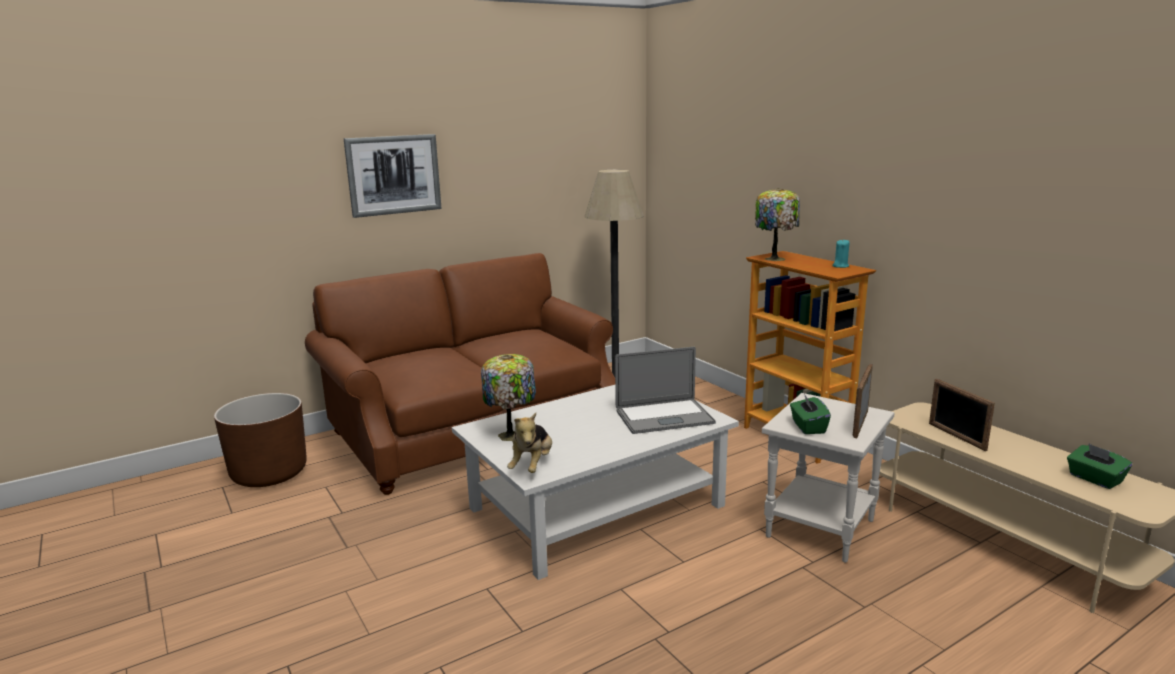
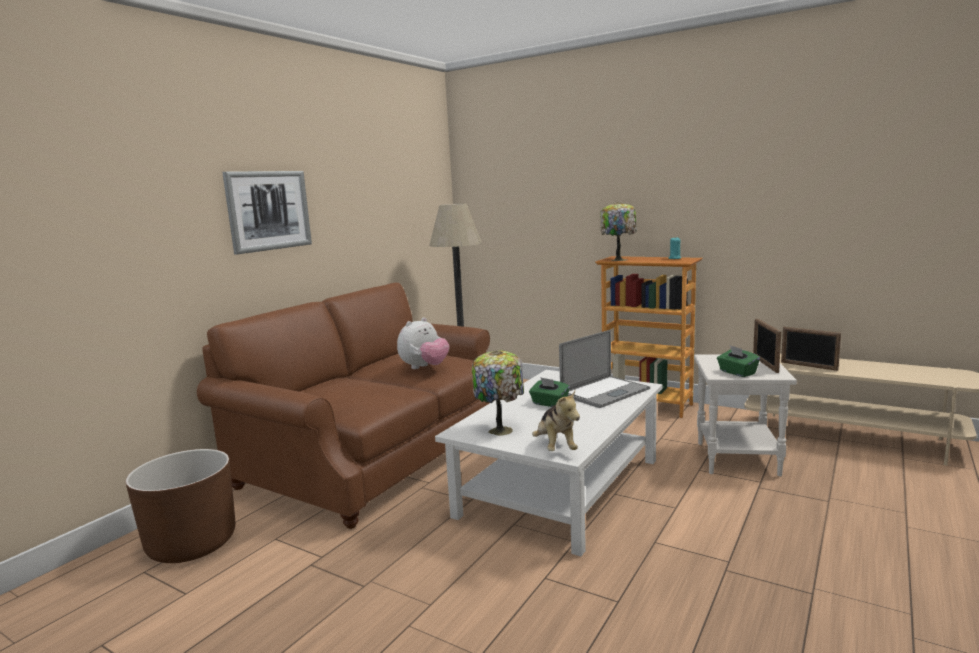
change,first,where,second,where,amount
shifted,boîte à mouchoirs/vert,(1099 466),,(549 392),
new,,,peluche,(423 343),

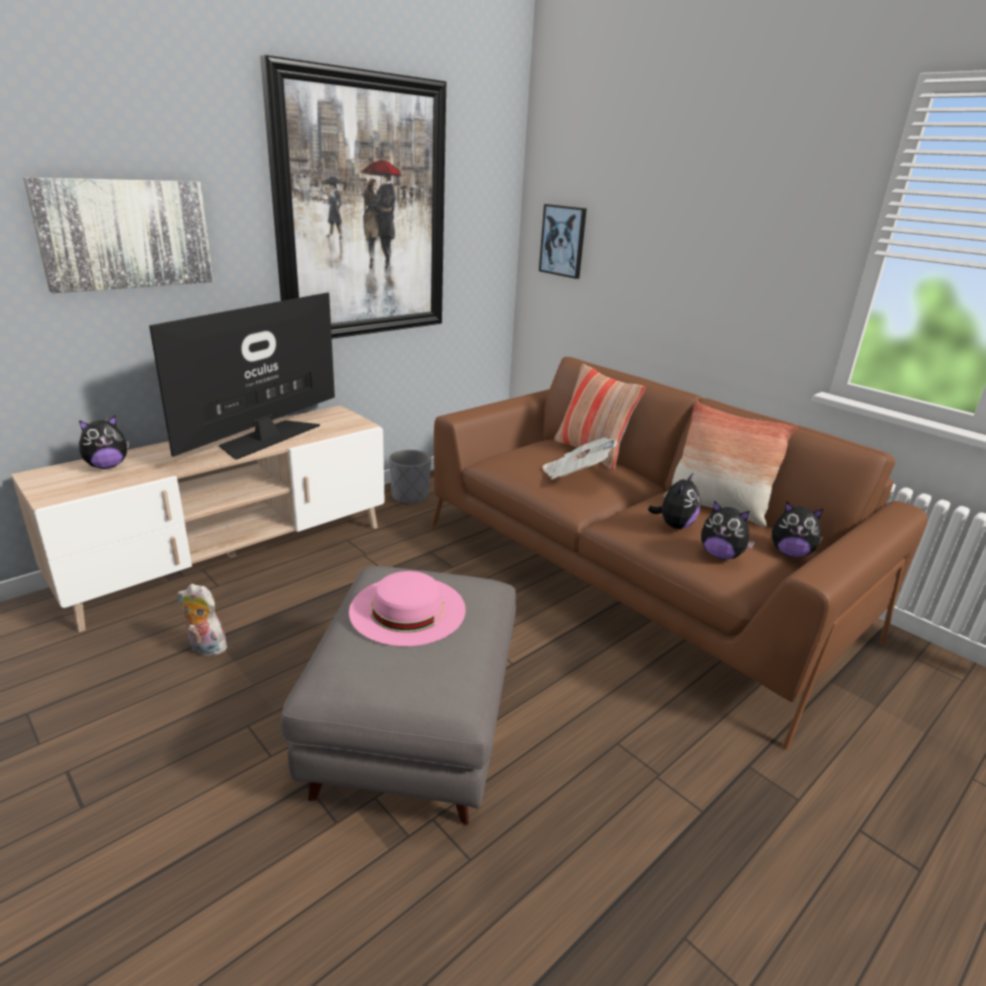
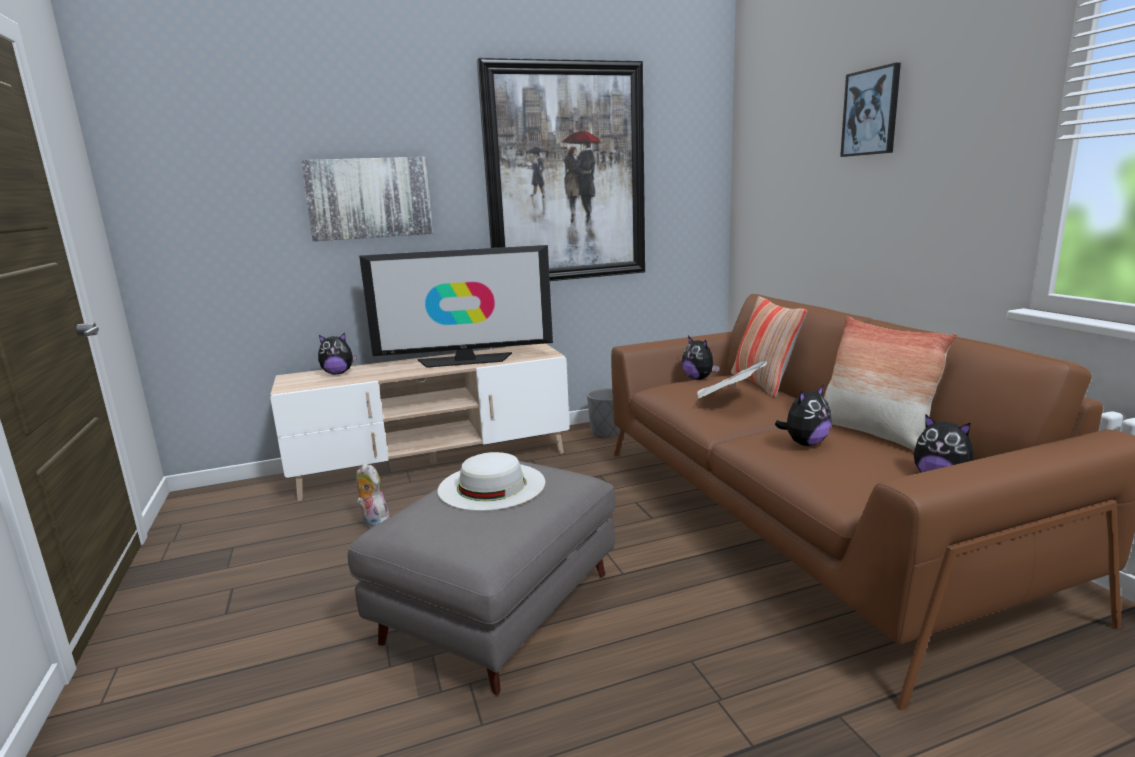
change,first,where,second,where,amount
rotated,téléviseur,(242 376),,(456 306),150 degrees counterclockwise
repainted,chapeau/rose,(407 608),chapeau/blanc,(491 481),
shifted,tableau,(563 241),,(870 110),
shifted,peluche,(728 530),,(700 358),

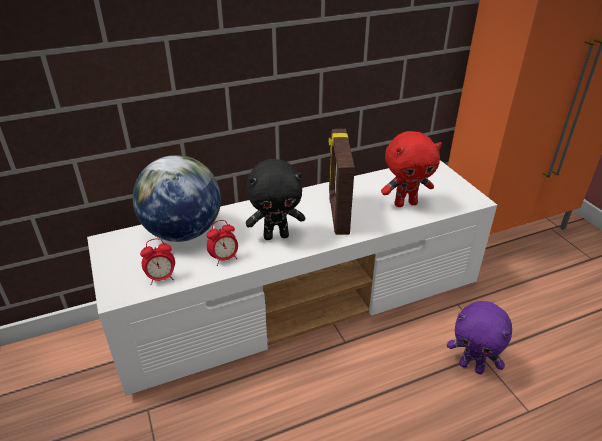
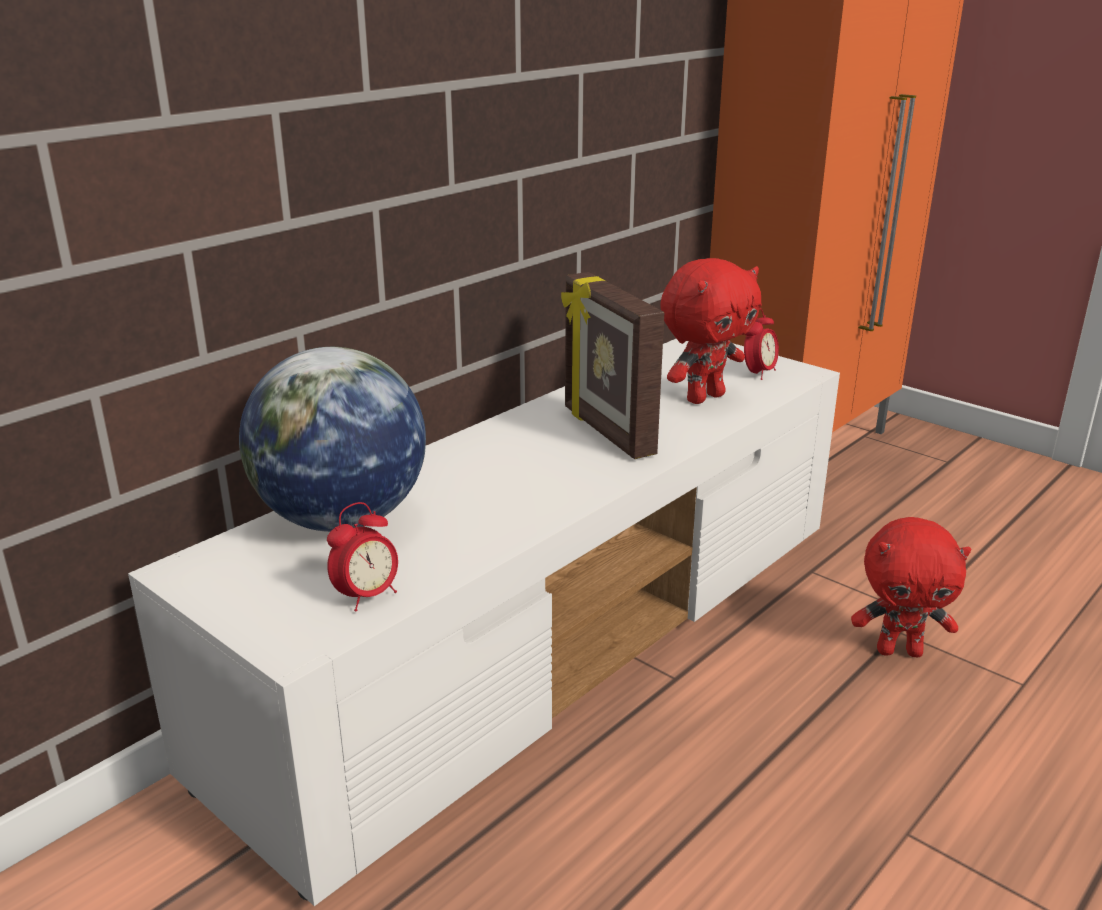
change,first,where,second,where,amount
shifted,réveil,(222 243),,(761 344),
gone,peluche/noir,(275 199),,,
repainted,peluche/violet,(479 337),peluche/rouge,(911 587),

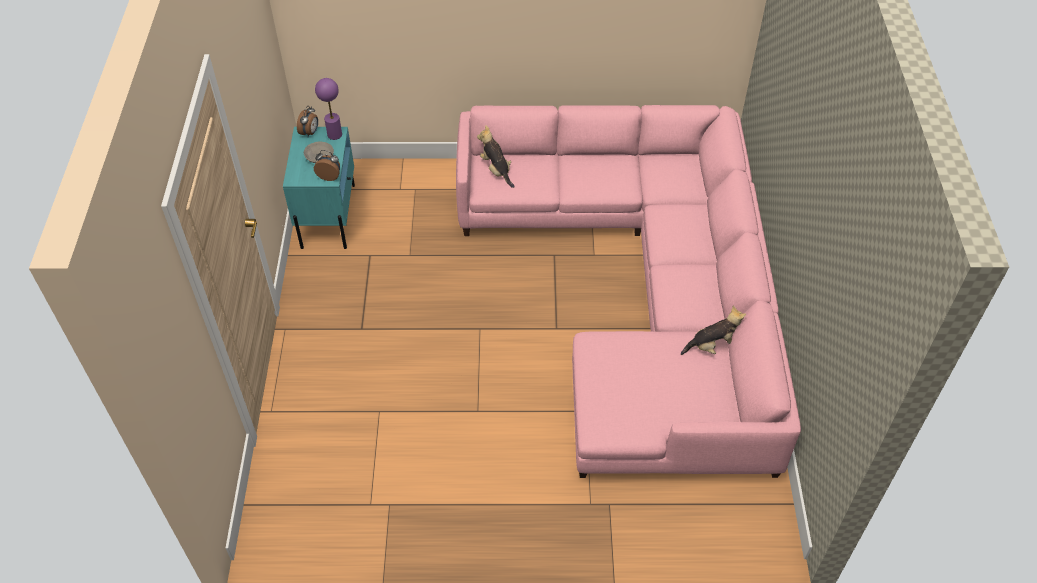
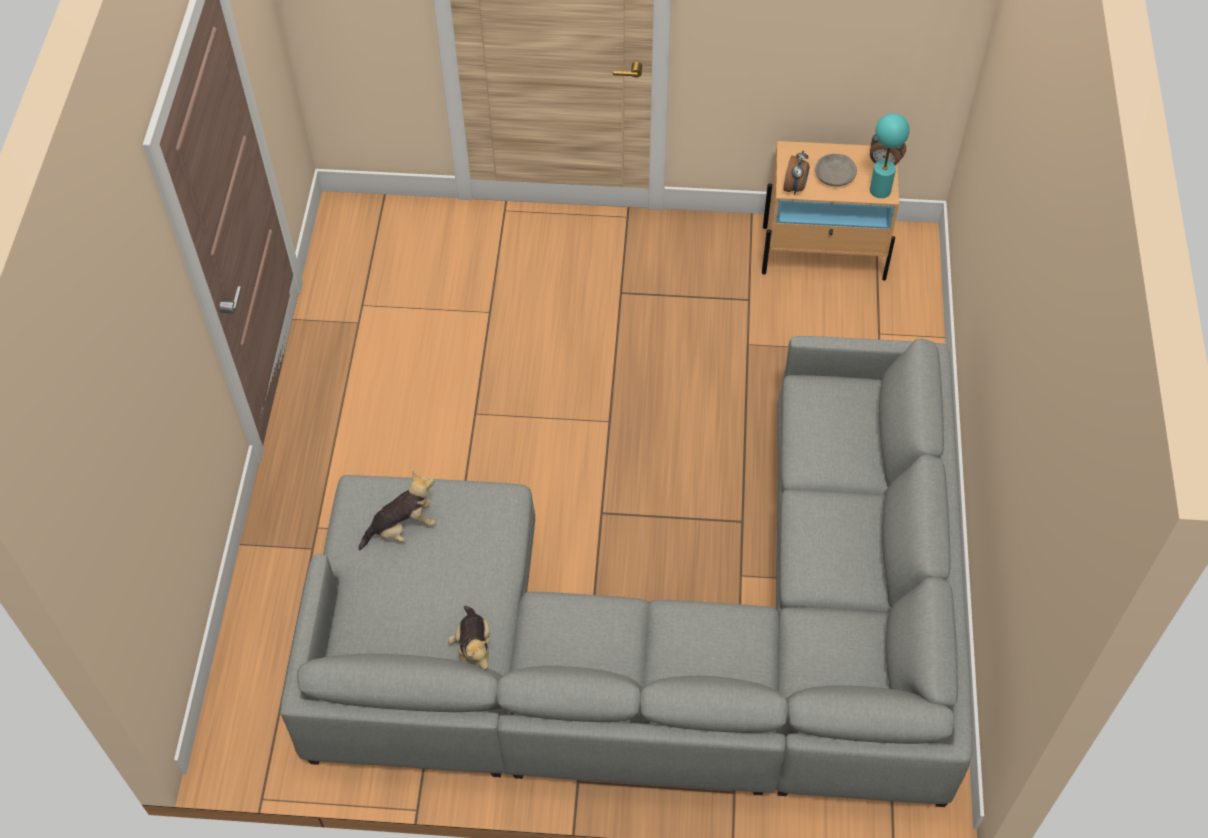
change,first,where,second,where,amount
repainted,table de chevet/turquoise,(319 188),table de chevet/beige,(830 211),
repainted,lampe de table/violet,(328 109),lampe de table/turquoise,(890 155),
repainted,canapé/rose,(628 291),canapé/gris,(626 571),
shifted,peluche,(496 156),,(397 510),

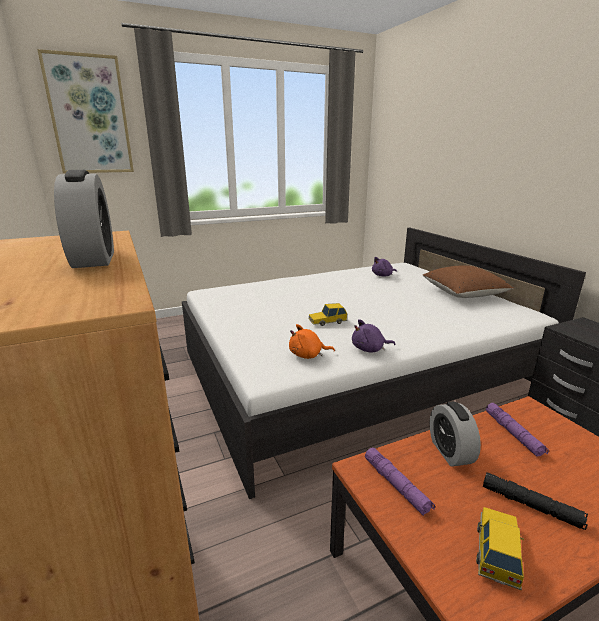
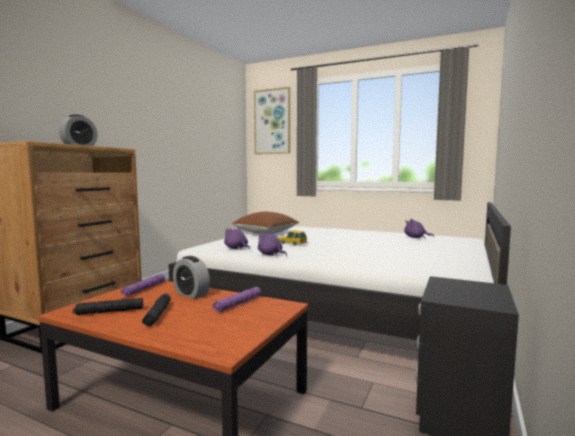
change,first,where,second,where,amount
repainted,peluche/orange,(312 341),peluche/violet,(237 238),
shifted,coussin/marron,(468 281),,(265 223),
rotated,réveil,(455 434),,(191 277),90 degrees counterclockwise
swapped,petite voiture,(500 549),lampe de poche/noir,(108 306),

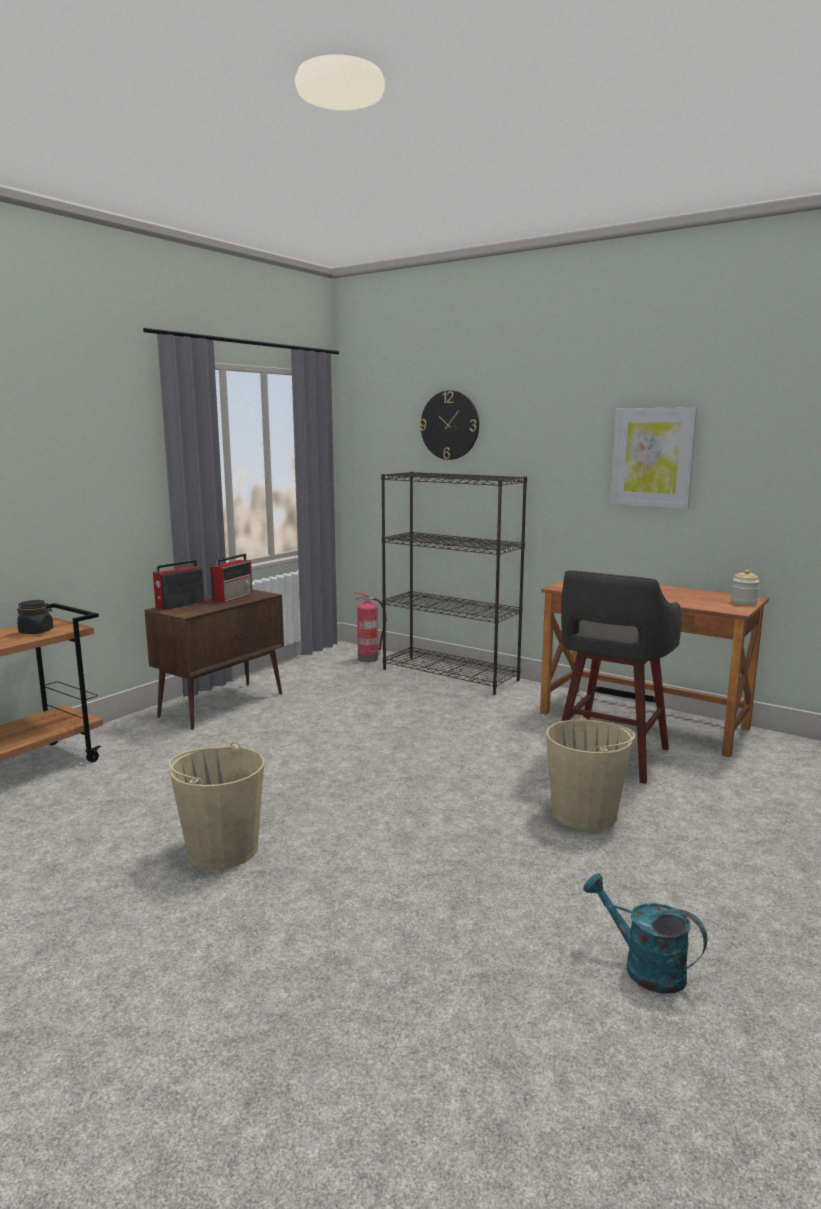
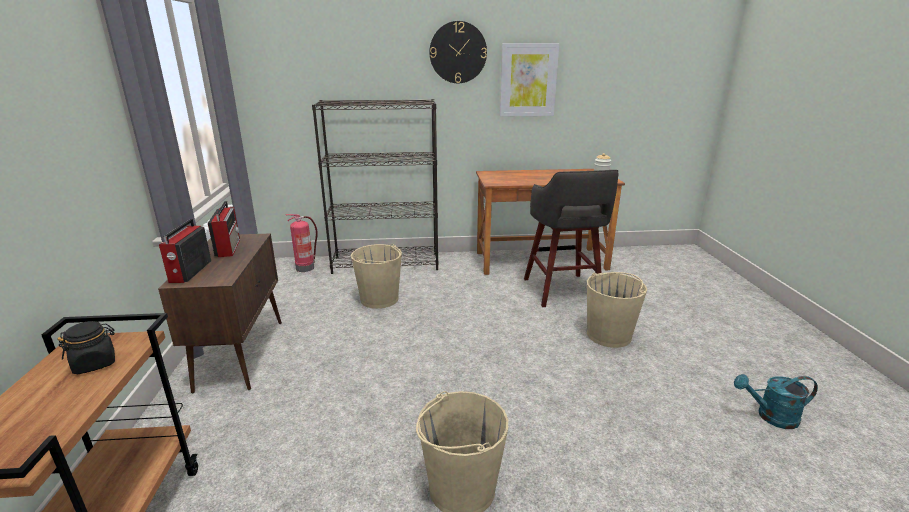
change,first,where,second,where,amount
shifted,horloge murale,(449 425),,(458 52),
new,,,seau/beige,(376 276),

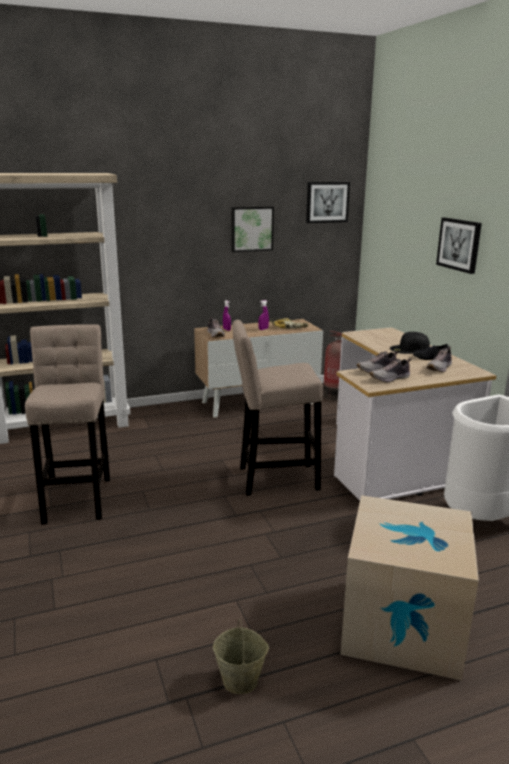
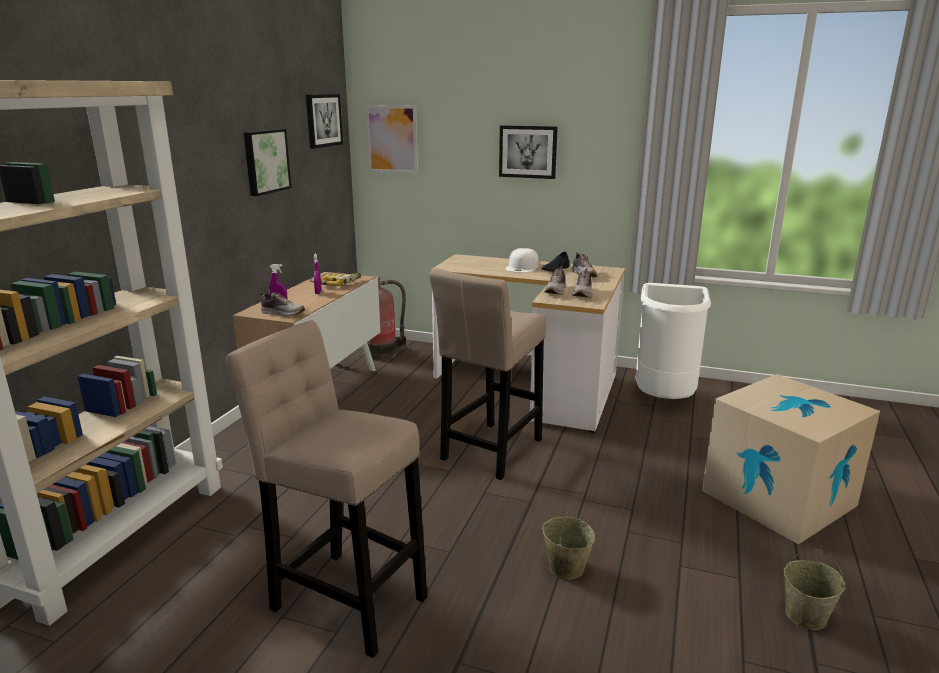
change,first,where,second,where,amount
repainted,casquette/noir,(410 343),casquette/blanc,(522 260),
new,,,tableau,(392 139),
new,,,seau/beige,(568 542),

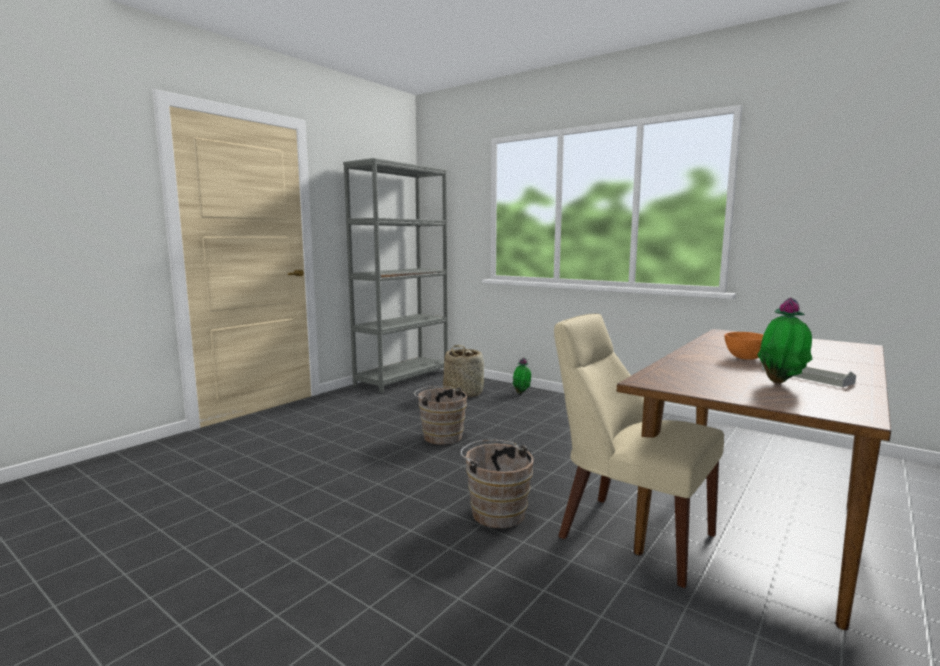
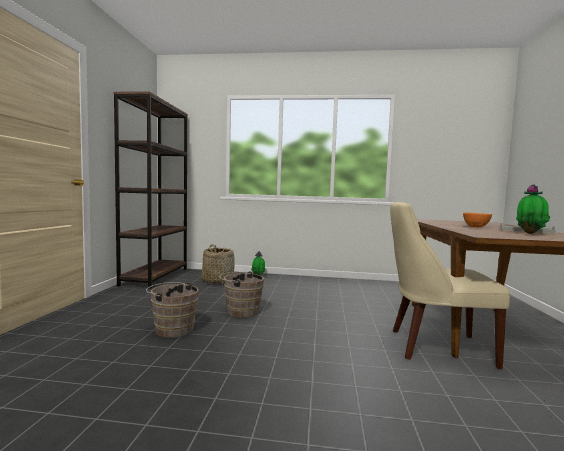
change,first,where,second,where,amount
repainted,bibliothèque/gris,(395 275),bibliothèque/marron,(150 189),
shifted,seau/marron,(497 484),,(172 310),

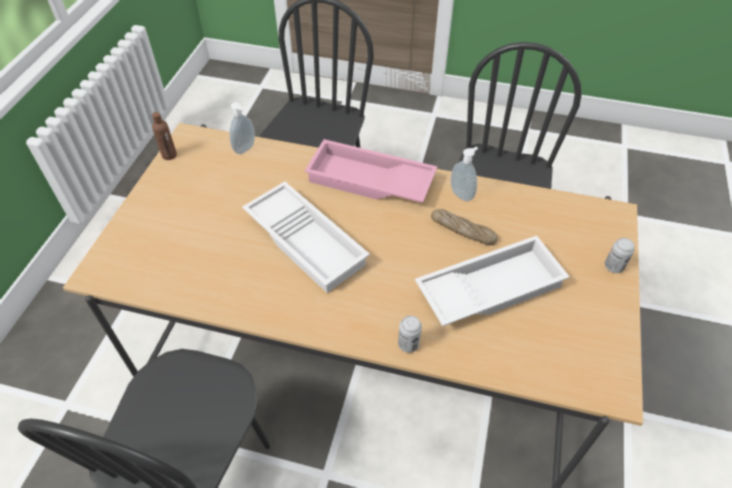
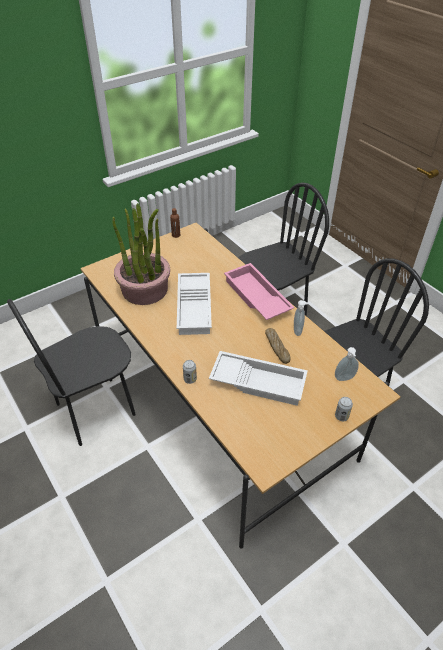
change,first,where,second,where,amount
shifted,distributeur de savon,(242 128),,(347 364),
new,,,plante en pot,(141 254),

